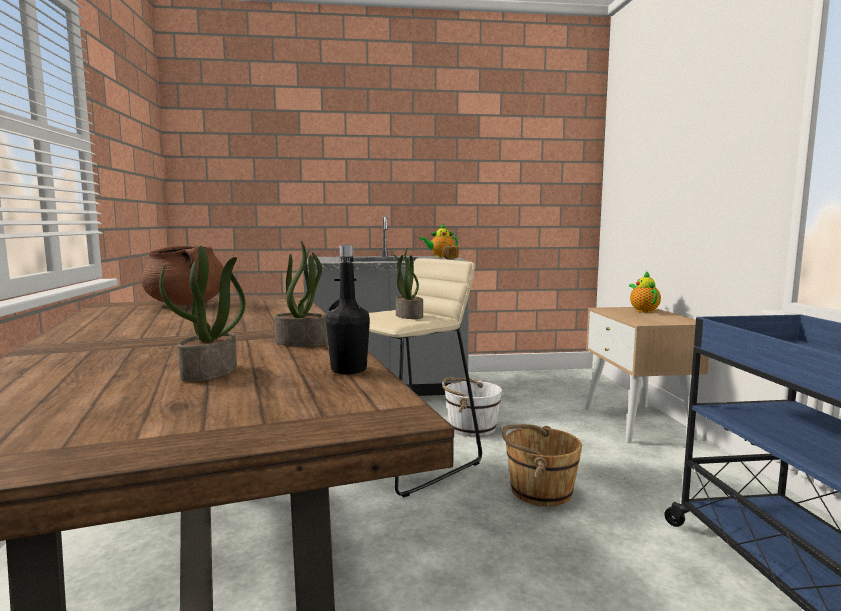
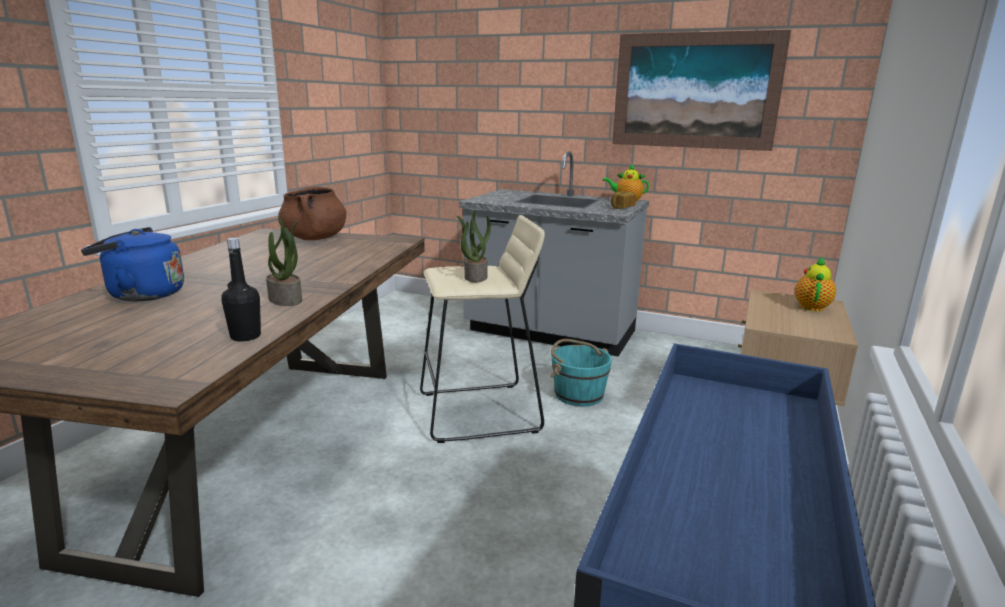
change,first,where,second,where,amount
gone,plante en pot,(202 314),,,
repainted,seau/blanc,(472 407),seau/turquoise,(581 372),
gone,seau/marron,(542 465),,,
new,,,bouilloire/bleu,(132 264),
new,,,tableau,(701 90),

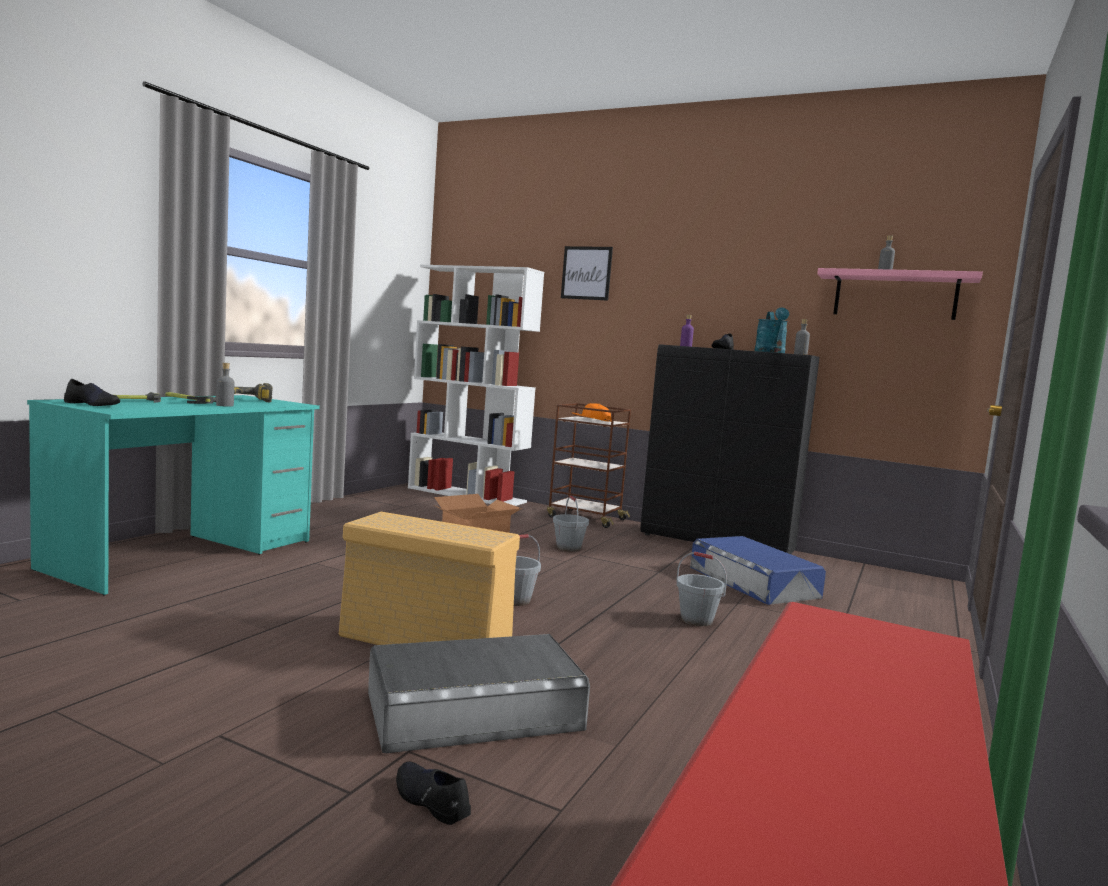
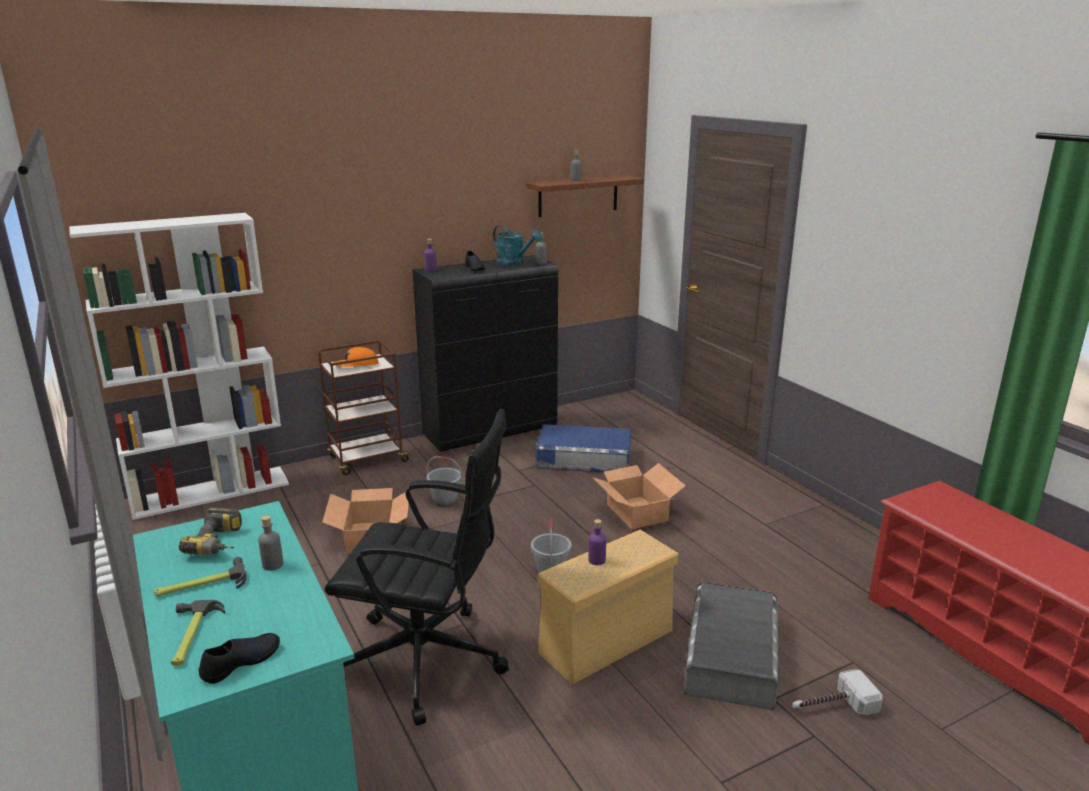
change,first,where,second,where,amount
swapped,chaussure/noir,(433 793),marteau,(837 692),
gone,tableau,(587 273),,,
swapped,seau/gris,(701 589),carton,(639 496),
repainted,étagère/rose,(900 294),étagère/marron,(585 196),
new,,,chaise de bureau/noir,(417 567),
new,,,bouteille/violet,(597 542),

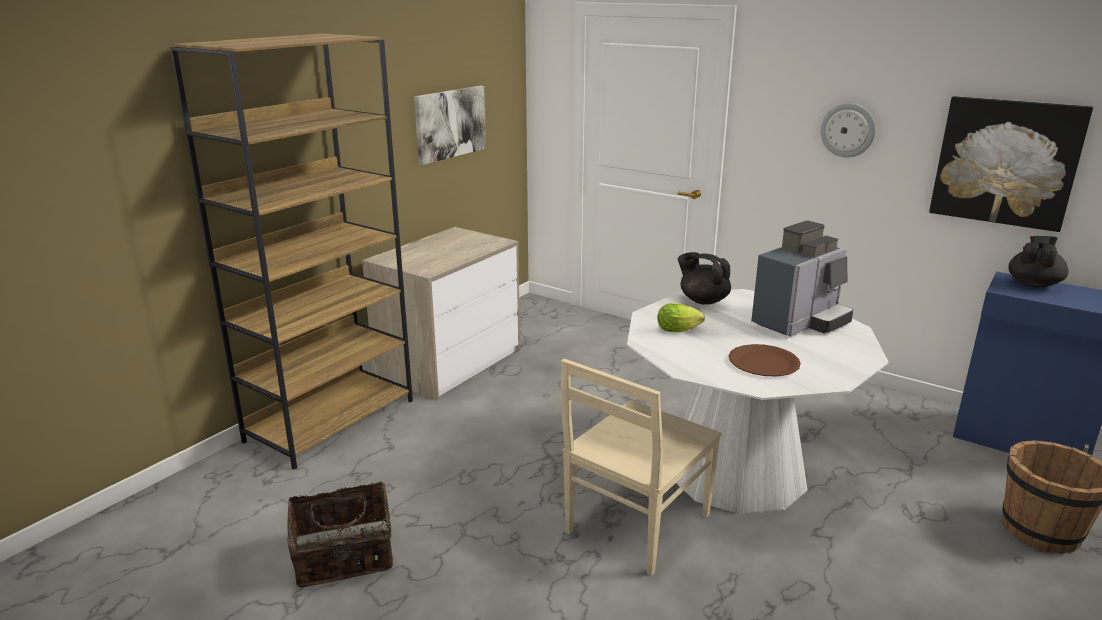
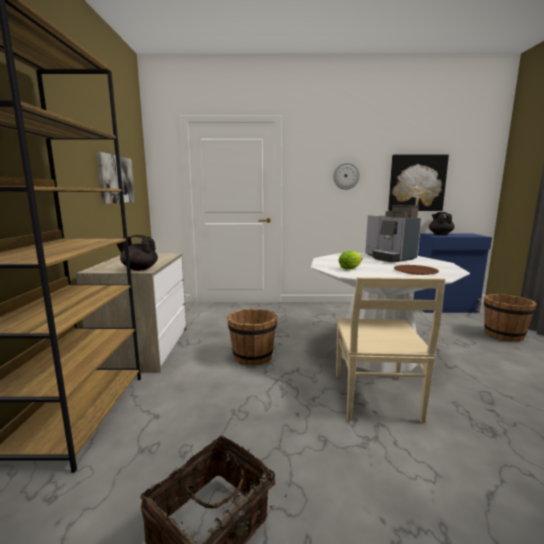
change,first,where,second,where,amount
shifted,théière/noir,(704 278),,(137 253),
rotated,machine à café,(802 278),,(393 234),135 degrees clockwise
new,,,seau/marron,(252 337),

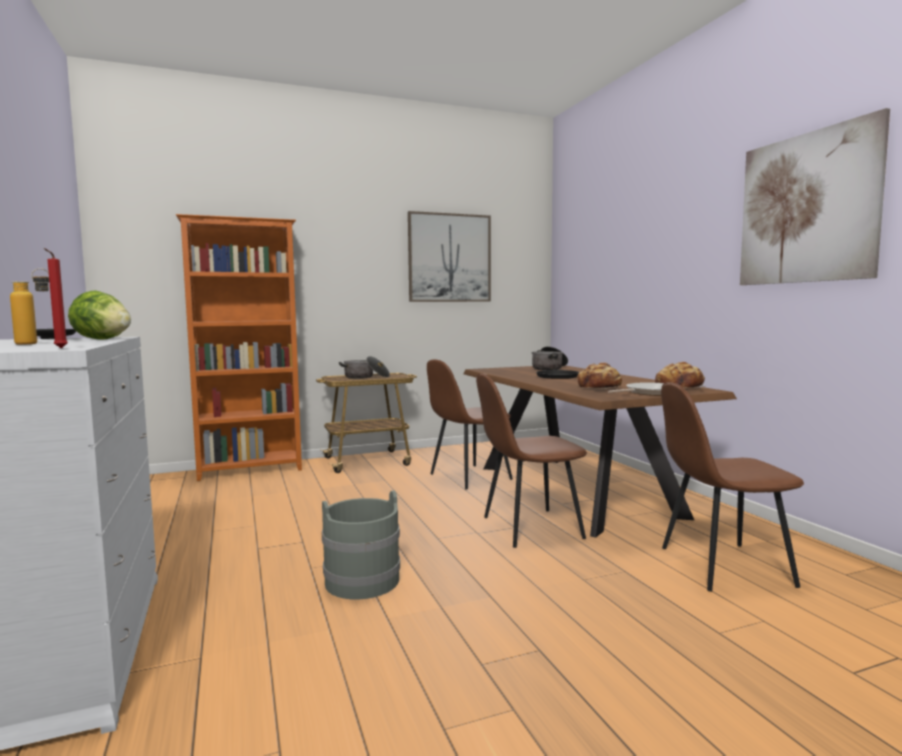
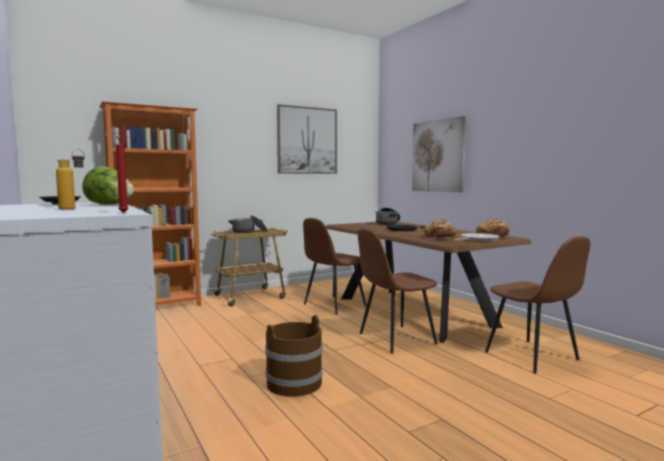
change,first,where,second,where,amount
repainted,seau/gris,(361 545),seau/marron,(294 356),
rotated,chaise/marron,(732 487),,(537 305),105 degrees counterclockwise
shifted,tableau,(815 196),,(439 154),

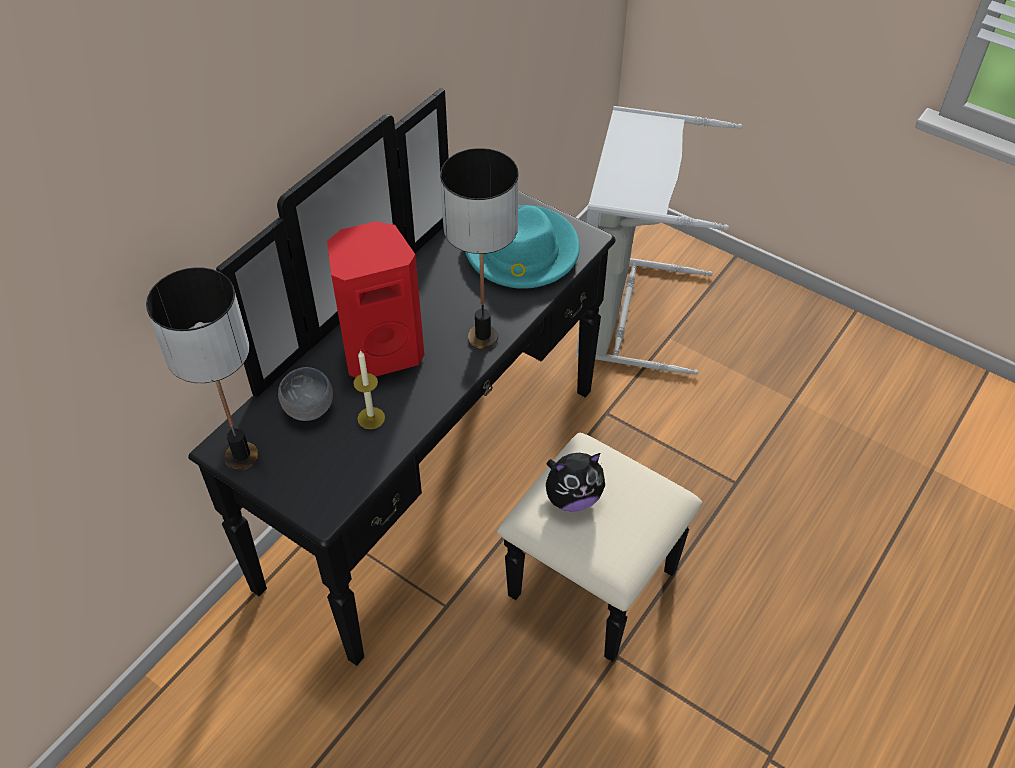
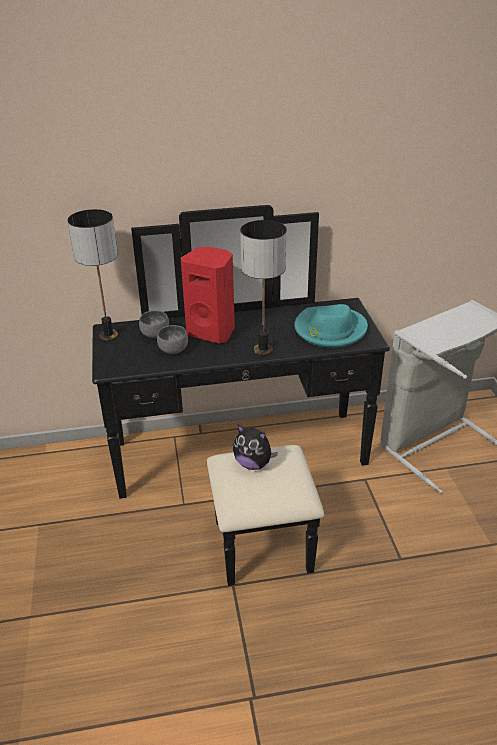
change,first,where,second,where,amount
swapped,bougie,(369 389),bol/gris,(172 339),

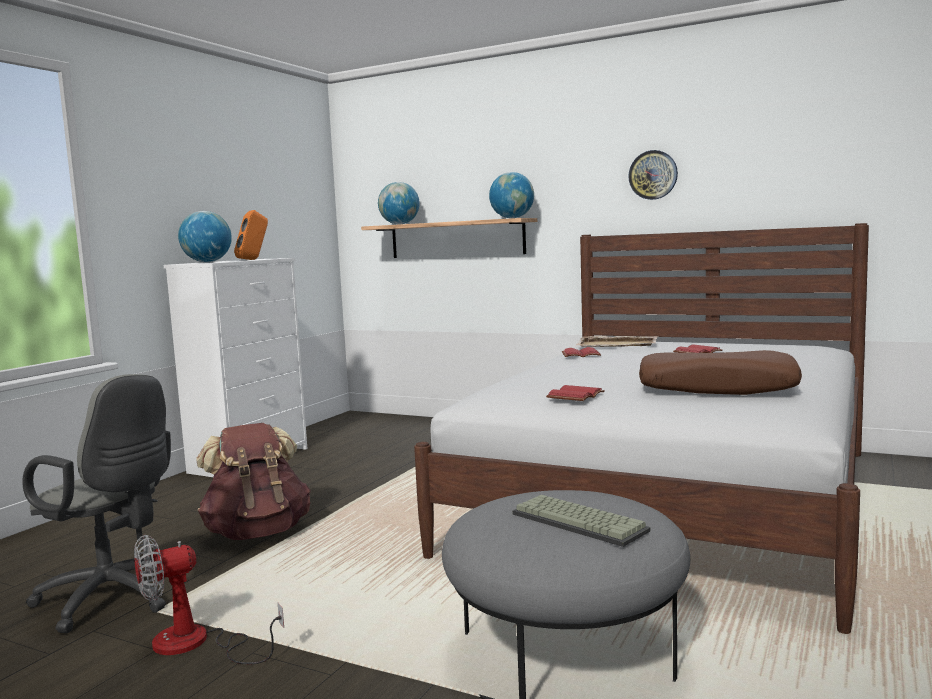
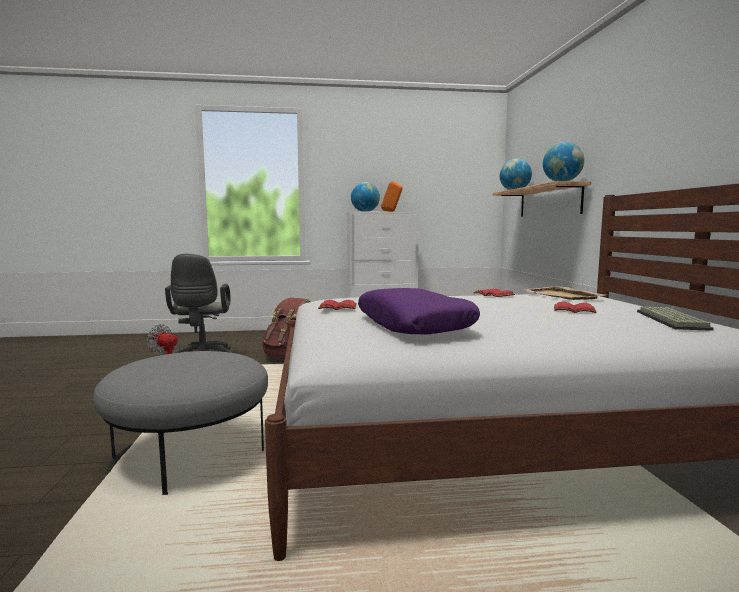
change,first,where,second,where,amount
shifted,clavier,(581 521),,(675 319),
gone,horloge murale,(653 175),,,
repainted,coussin/marron,(720 372),coussin/violet,(419 311),

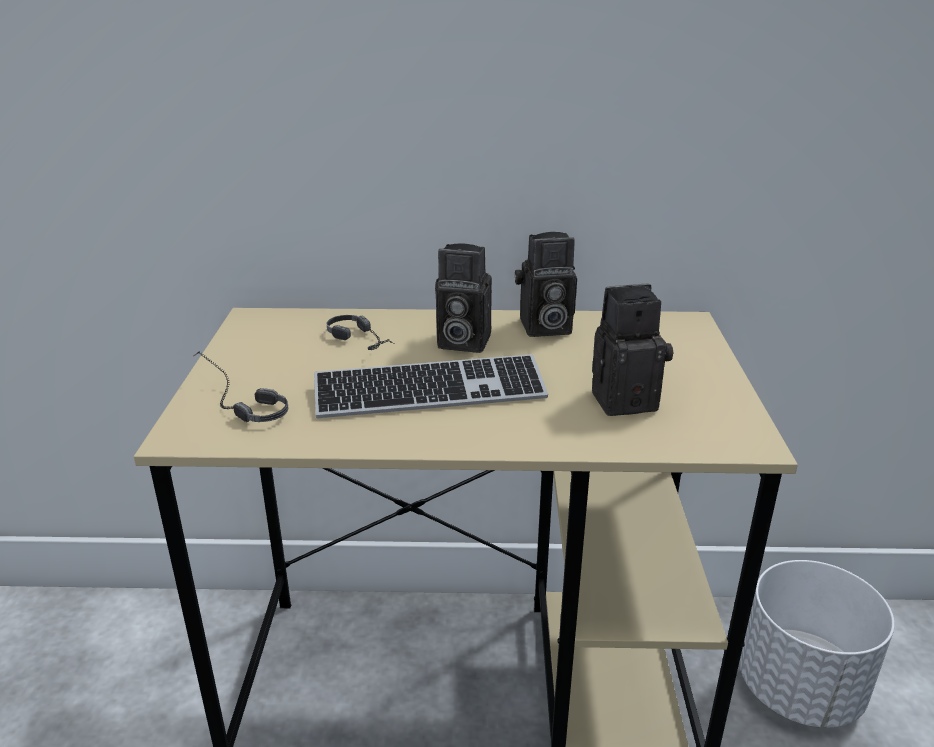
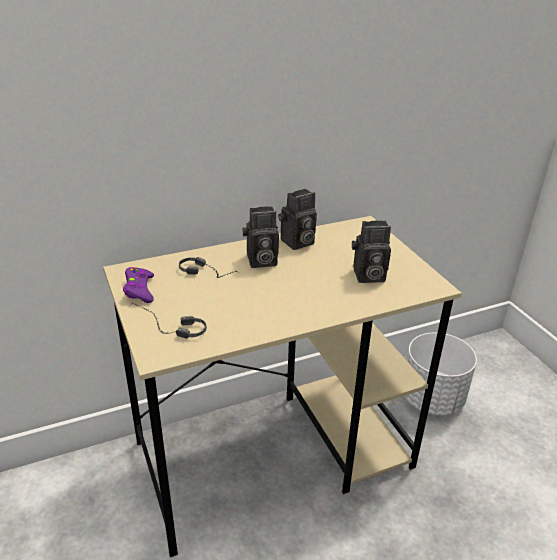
change,first,where,second,where,amount
gone,clavier,(431 386),,,
rotated,appareil photo,(632 350),,(371 252),150 degrees counterclockwise
new,,,manette/violet,(138 285),

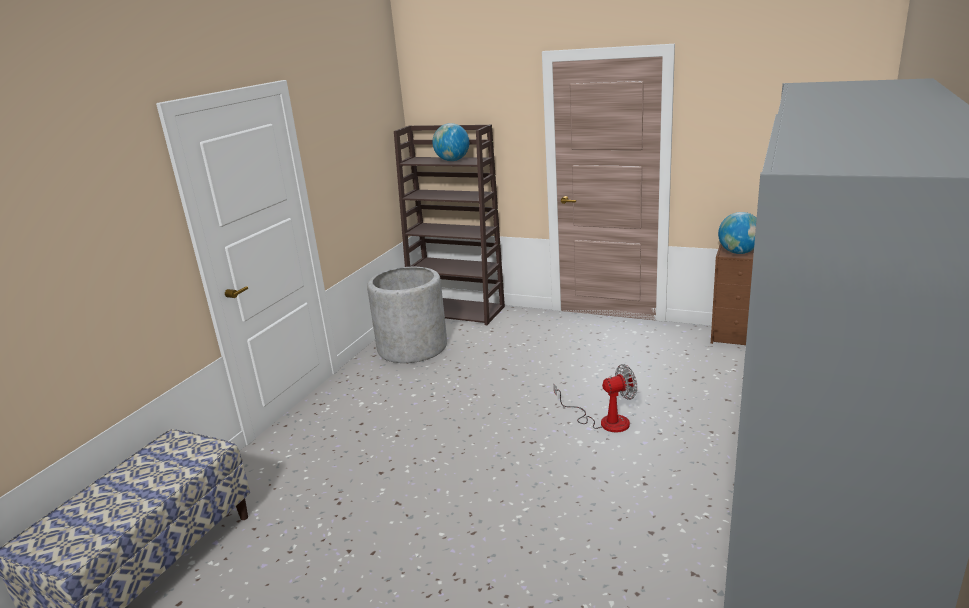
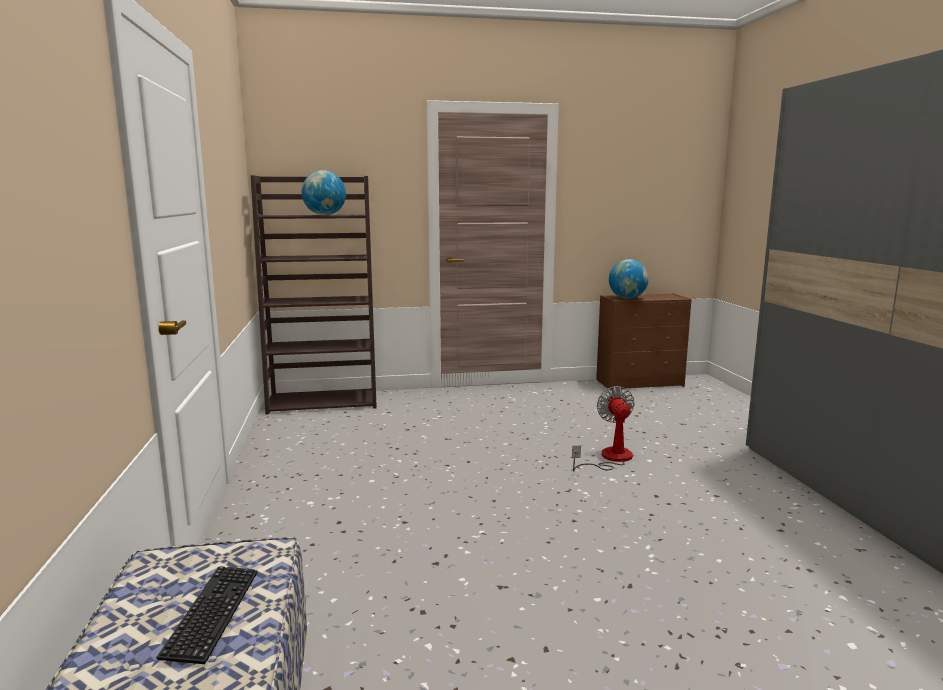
change,first,where,second,where,amount
gone,cache-pot/gris,(407 315),,,
rotated,ventilateur,(595 398),,(603 429),45 degrees counterclockwise
new,,,clavier,(206 615),

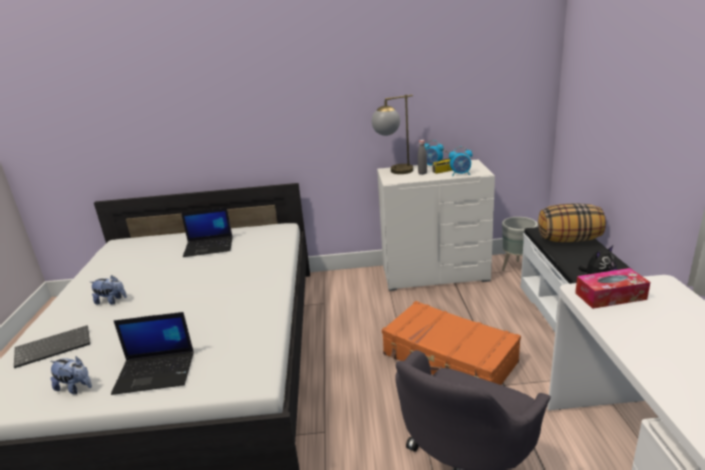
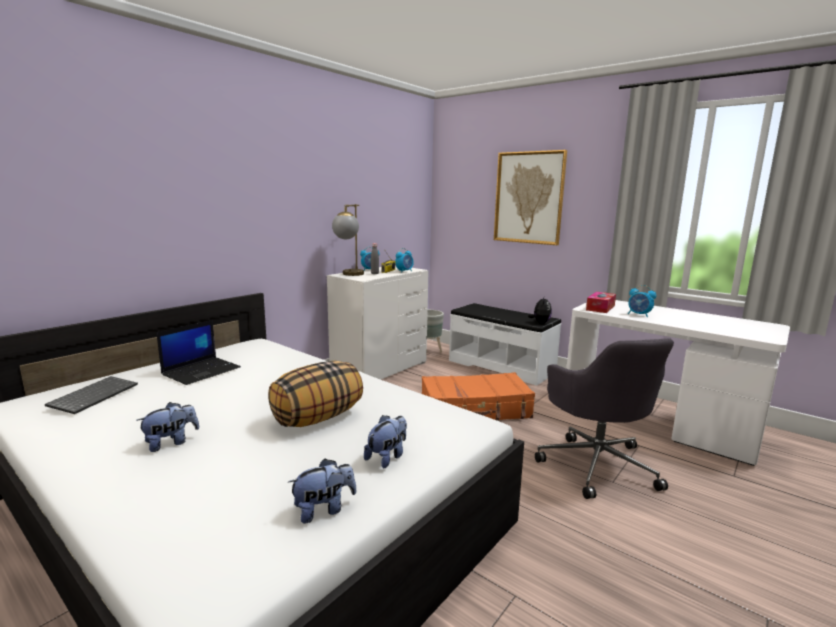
change,first,where,second,where,amount
shifted,clavier,(52 346),,(91 395),
swapped,ordinateur portable,(152 353),peluche,(385 441),
shifted,coussin,(572 222),,(315 394),
new,,,tableau,(530 197),
new,,,réveil,(642 301),

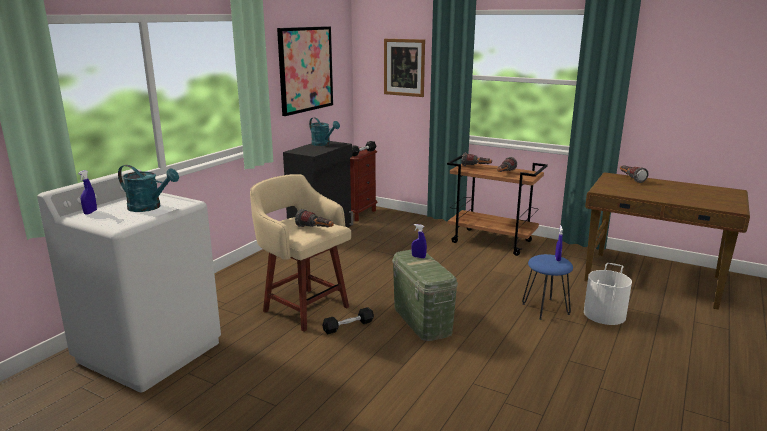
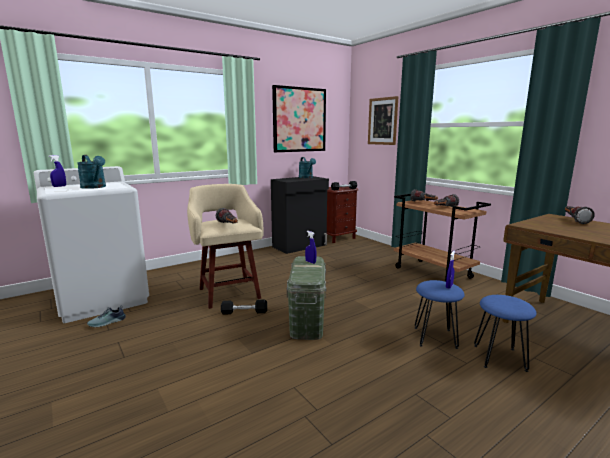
change,first,where,second,where,amount
swapped,seau/blanc,(608 294),tabouret/bleu,(505 333),
new,,,chaussure,(106 316),

